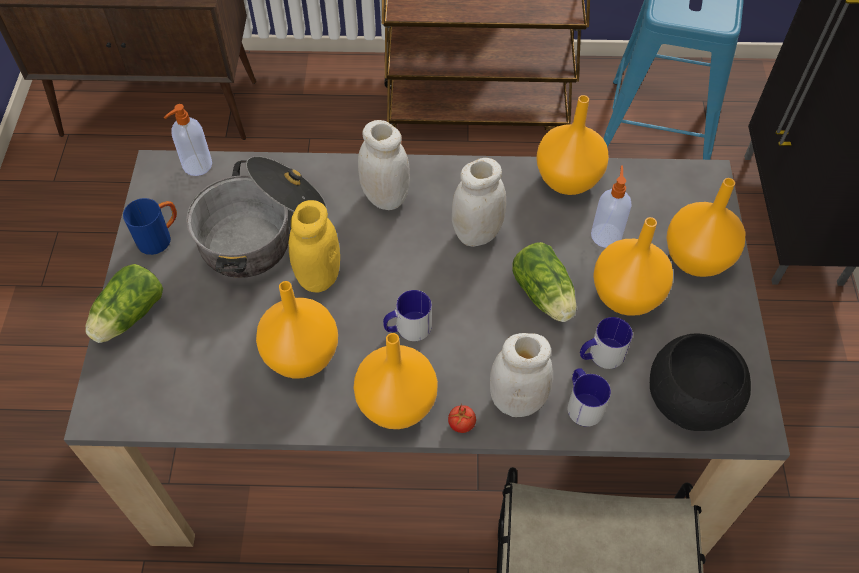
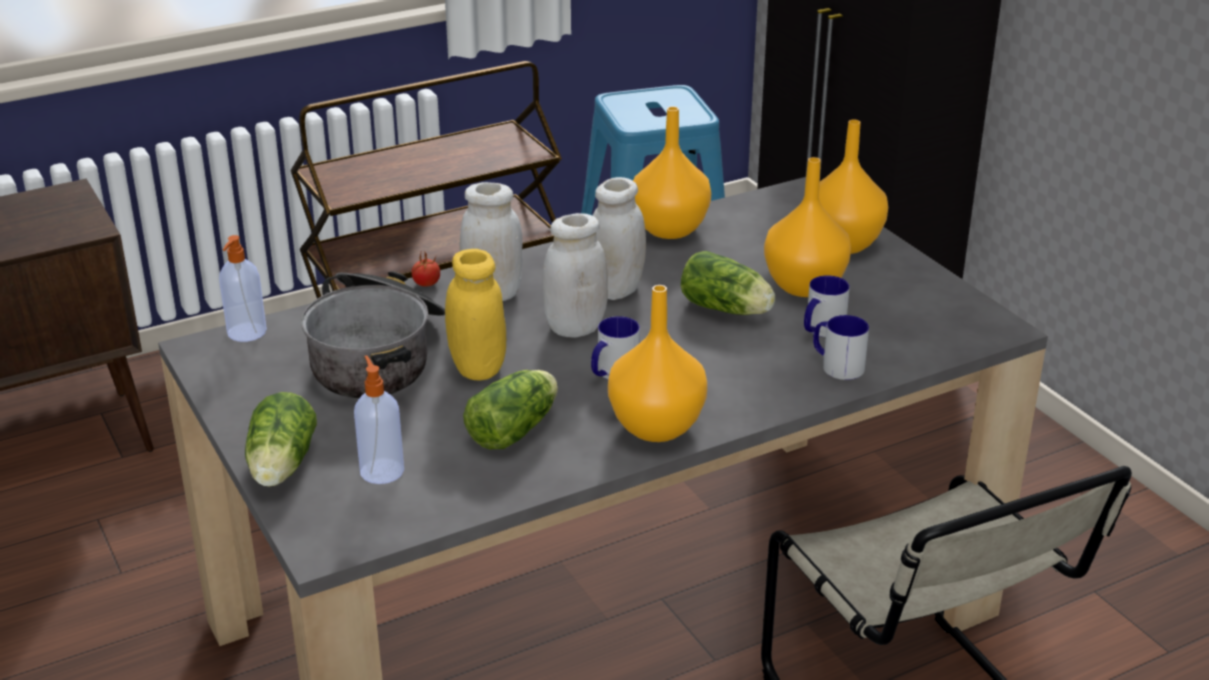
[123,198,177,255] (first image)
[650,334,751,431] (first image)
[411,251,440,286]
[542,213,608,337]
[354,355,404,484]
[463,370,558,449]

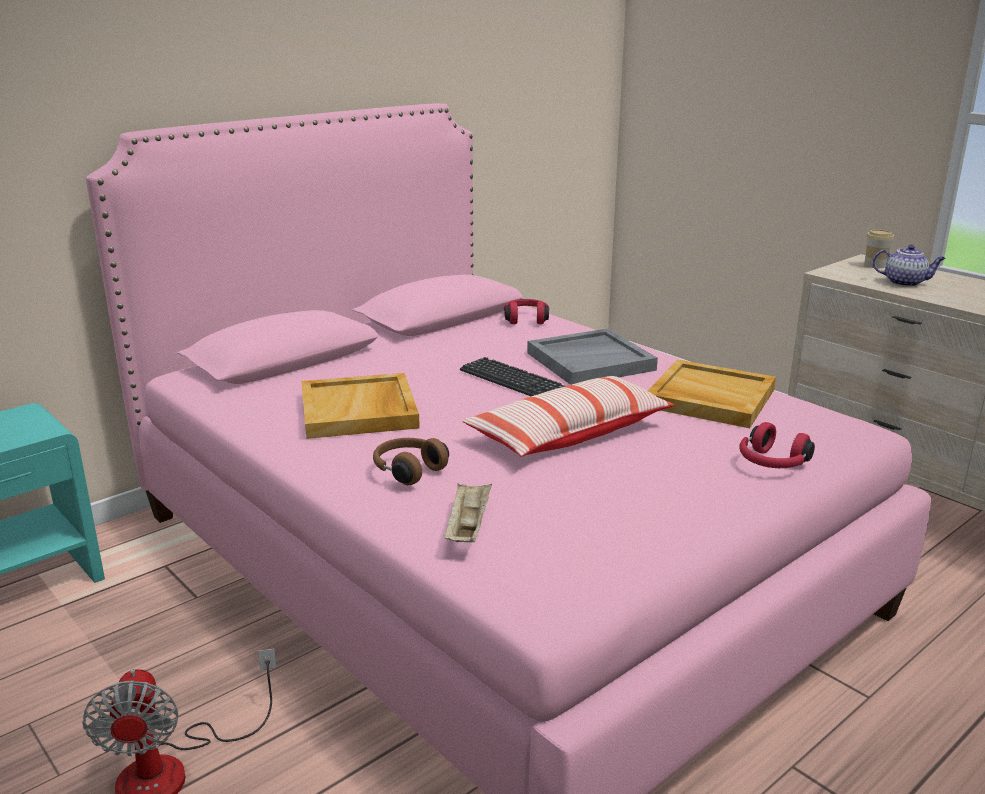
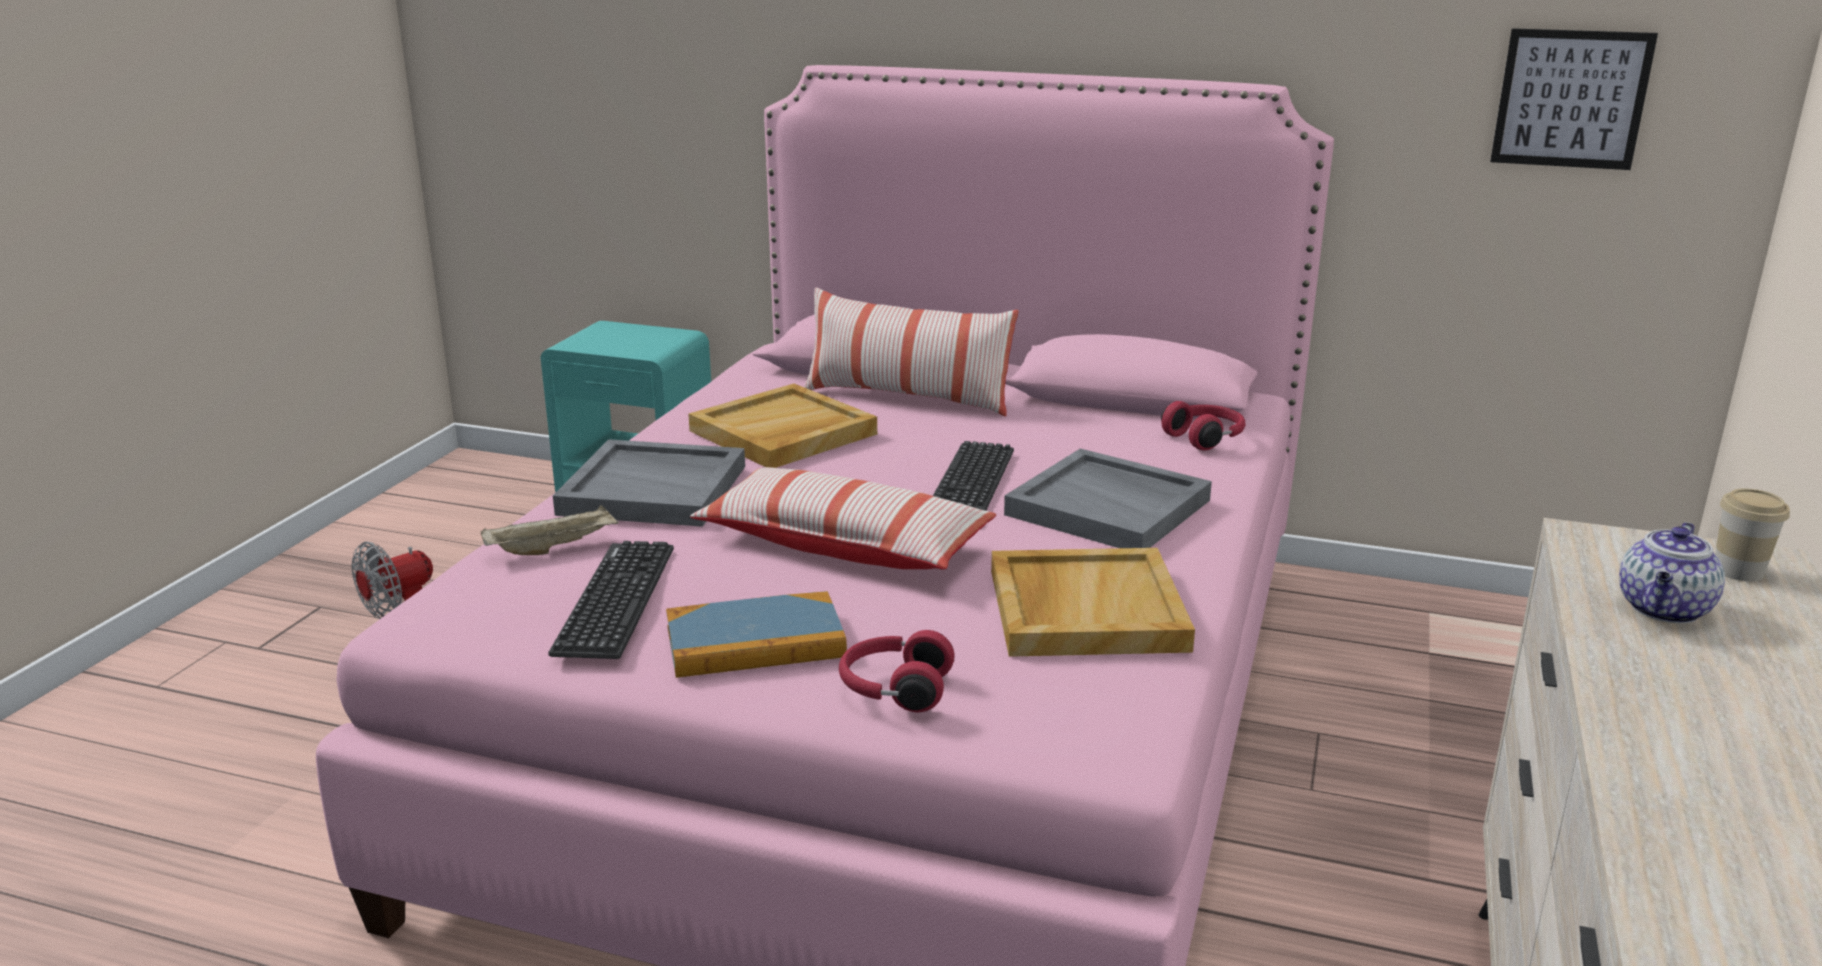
[548,541,674,659]
[666,591,847,678]
[804,287,1019,416]
[1490,28,1658,170]
[553,439,745,527]
[1619,522,1725,623]

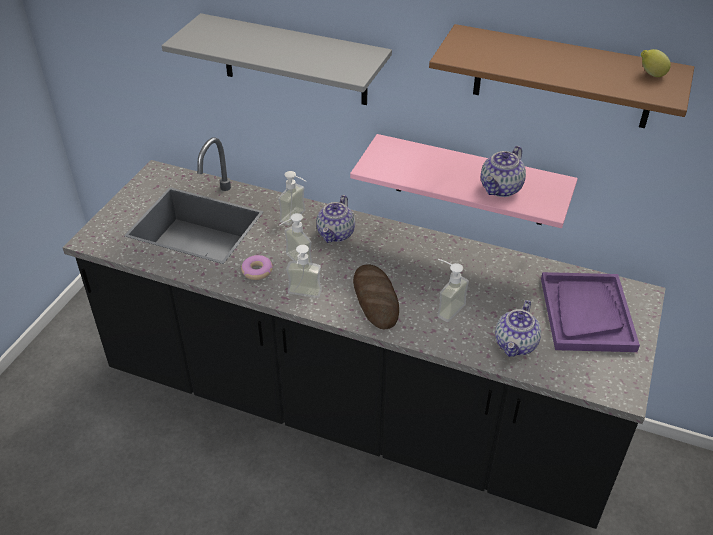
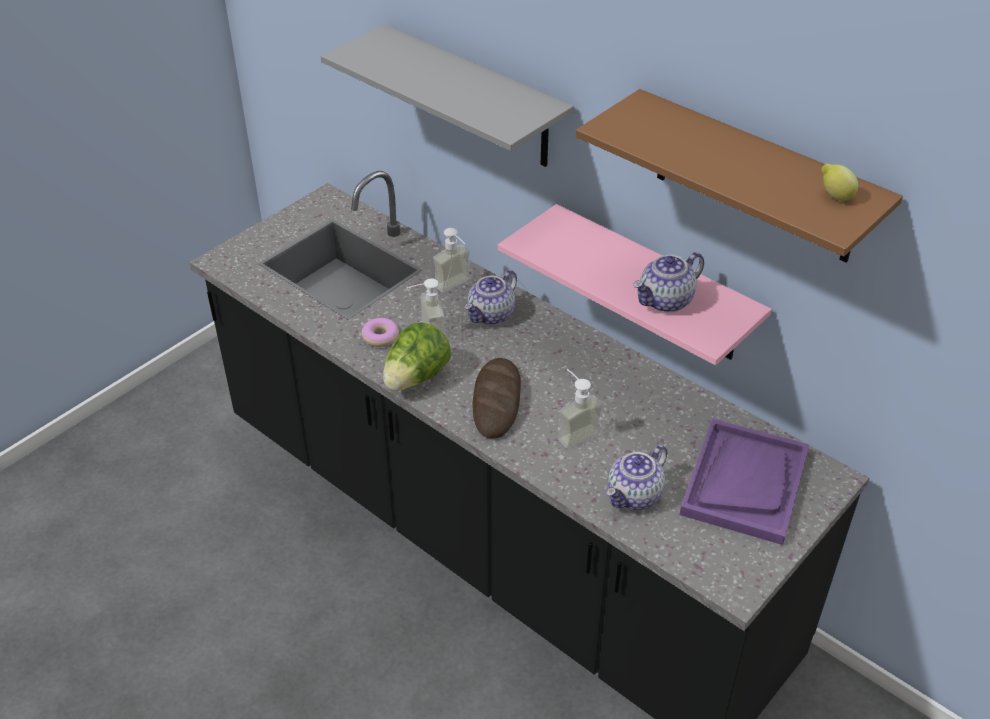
[383,322,451,391]

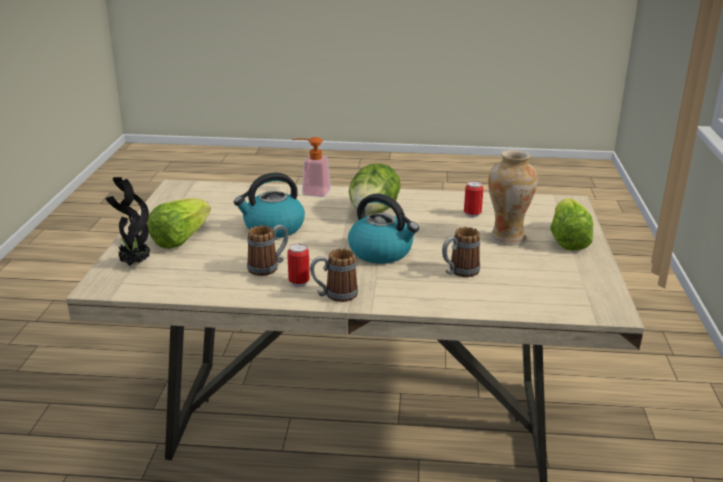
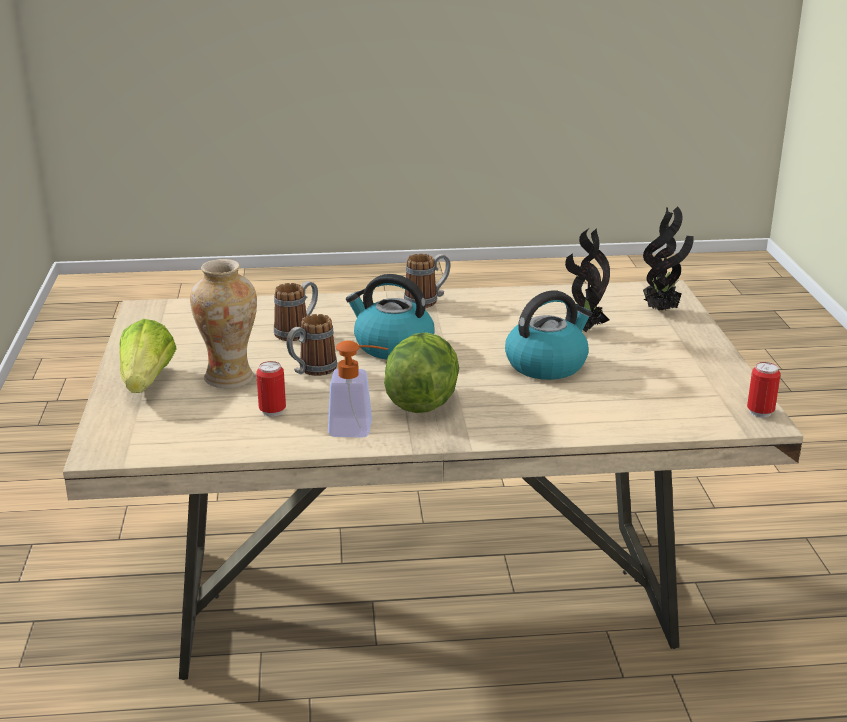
[147,198,211,249] (first image)
[565,228,610,332]
[286,314,337,376]
[747,362,781,418]
[328,340,388,438]

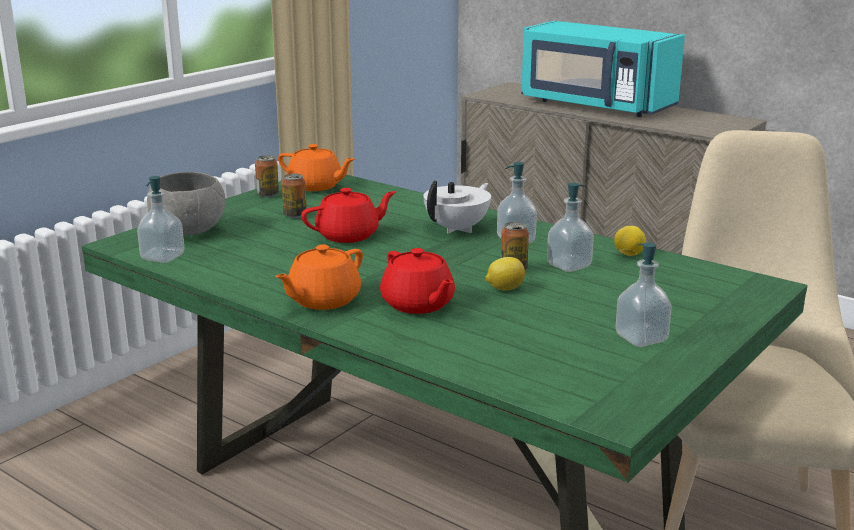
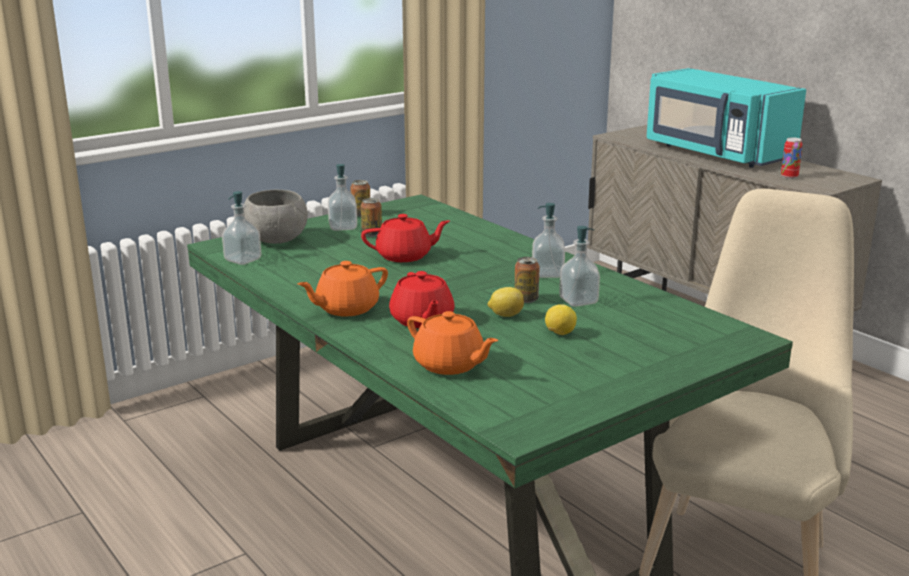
[423,180,491,234] (first image)
[781,137,803,179]
[407,311,498,375]
[545,304,577,335]
[328,164,357,231]

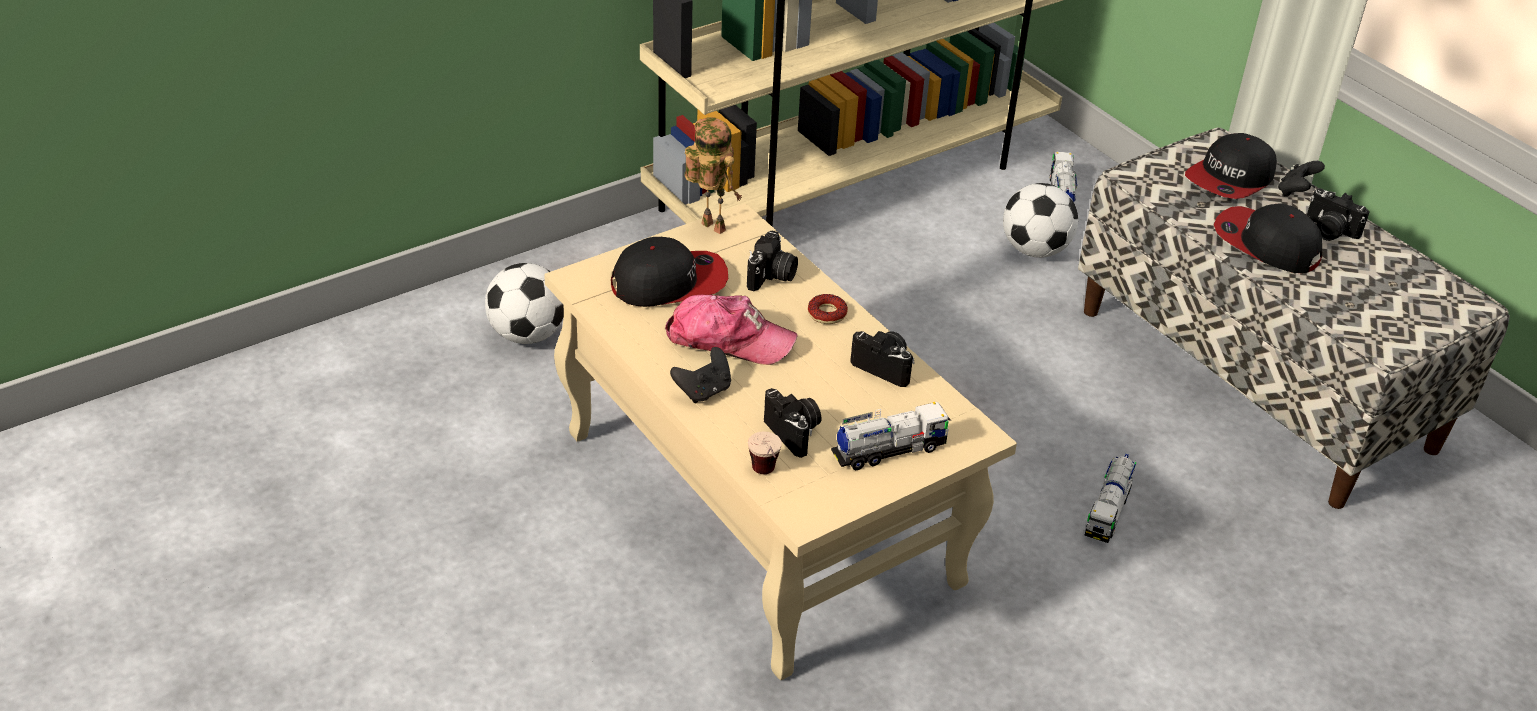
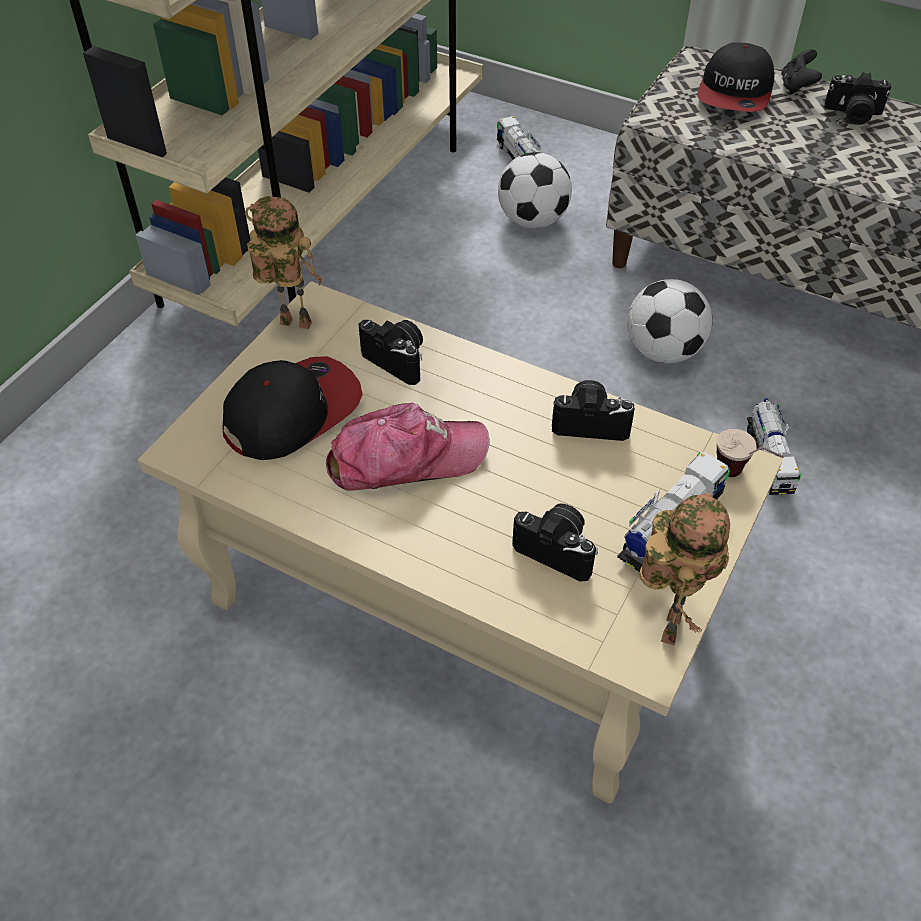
[670,347,731,403] (first image)
[808,294,848,324] (first image)
[1214,203,1322,273] (first image)
[640,493,730,645]
[627,279,713,363]
[717,429,784,477]
[358,320,423,385]

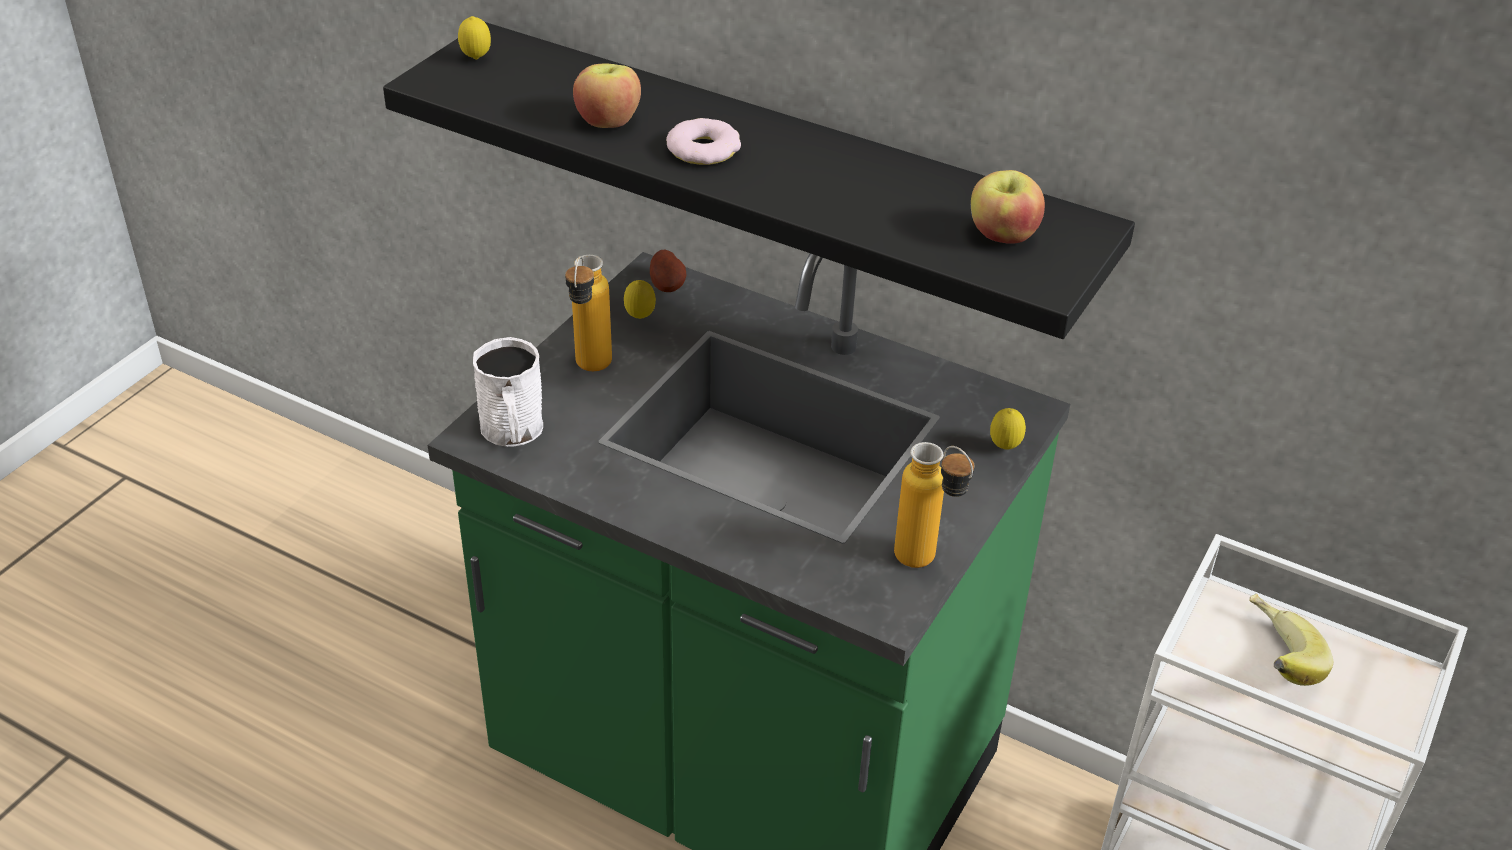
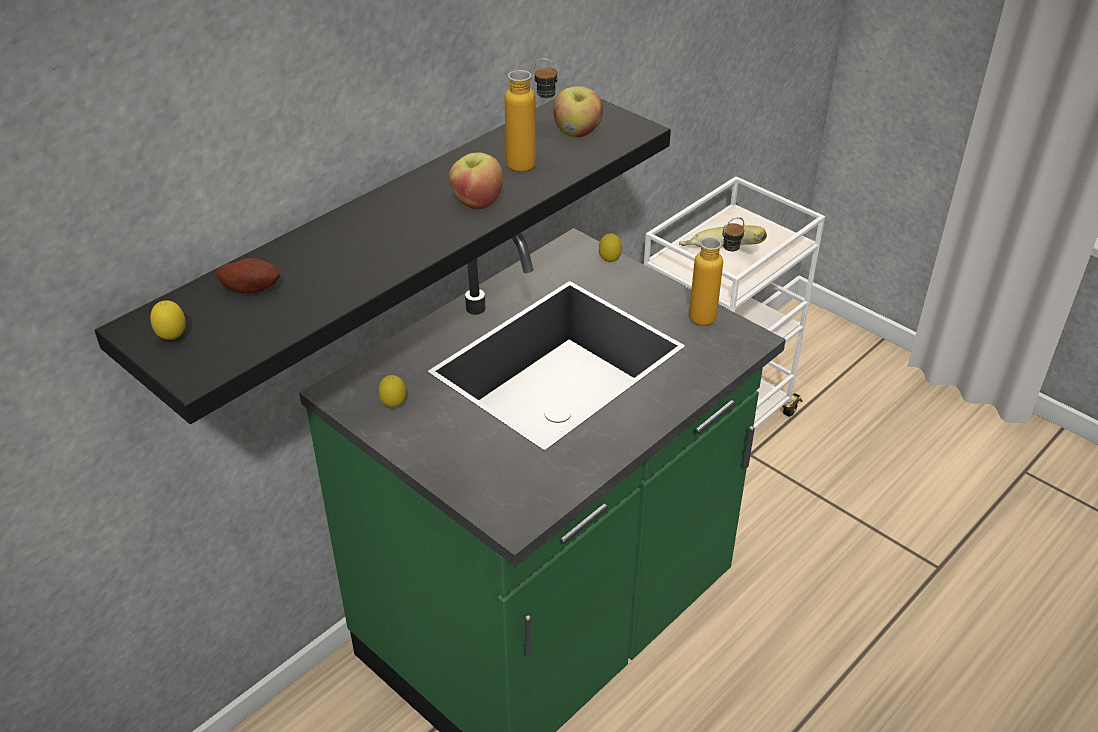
[473,337,543,447] (first image)
[666,118,741,165] (first image)
[505,58,559,172]
[449,152,503,209]
[215,258,280,293]

